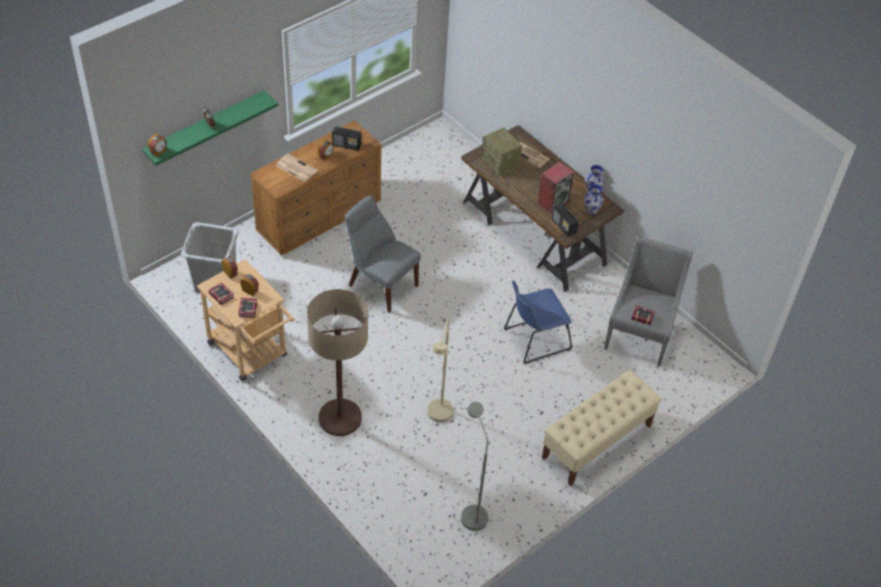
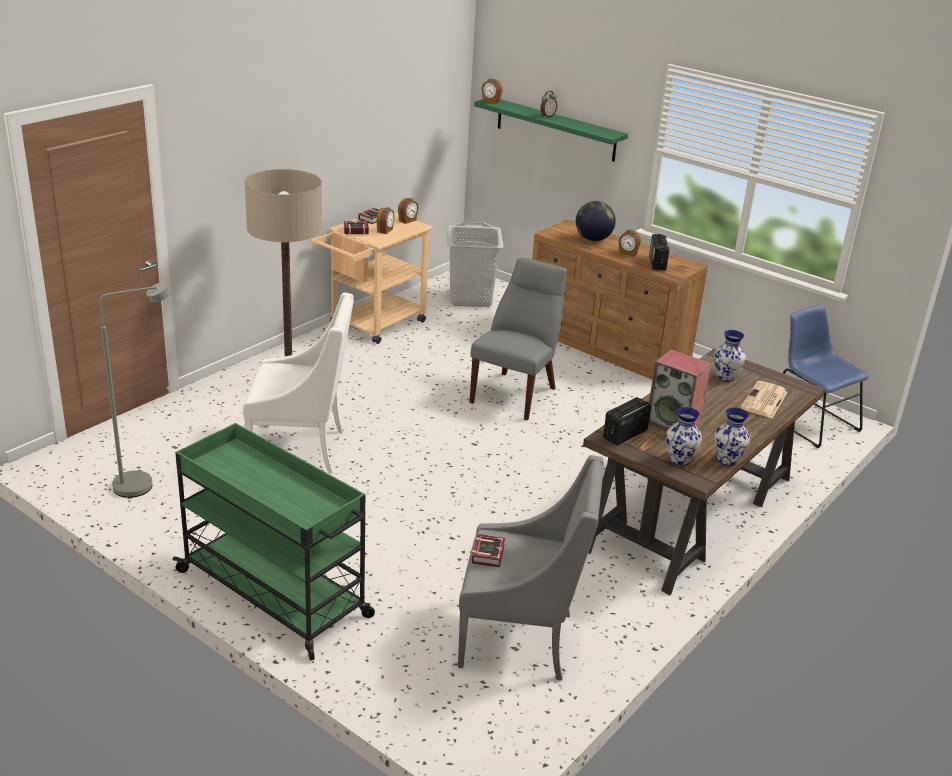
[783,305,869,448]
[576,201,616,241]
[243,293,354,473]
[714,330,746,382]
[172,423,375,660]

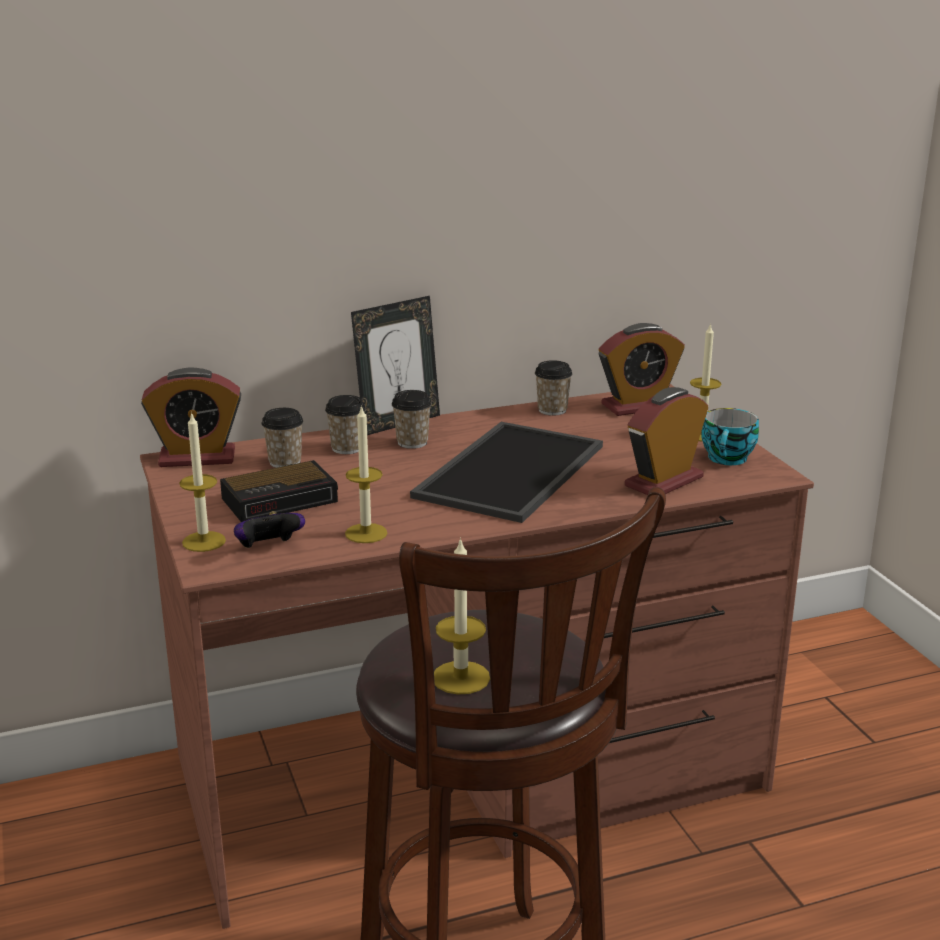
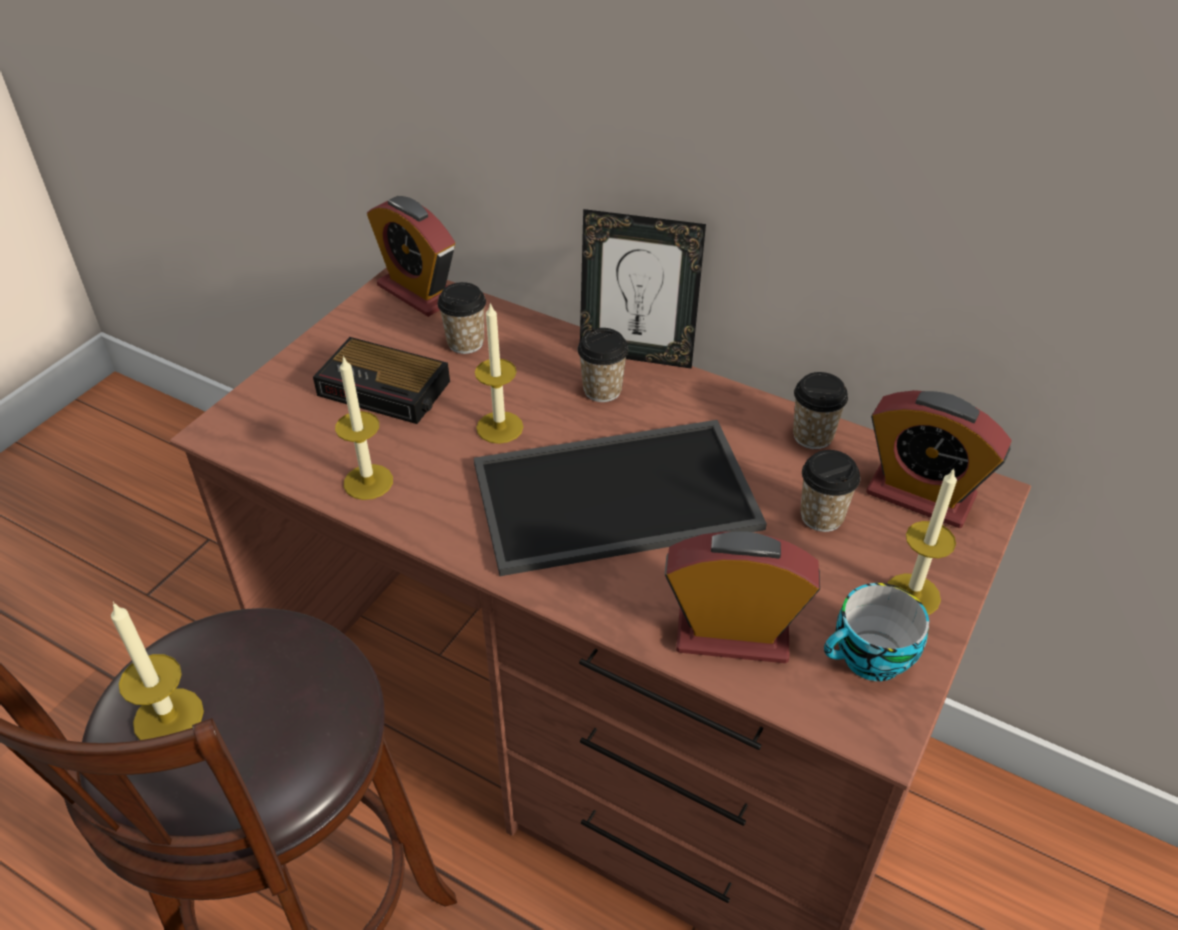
[234,511,305,548] (first image)
[475,302,523,444]
[800,450,860,532]

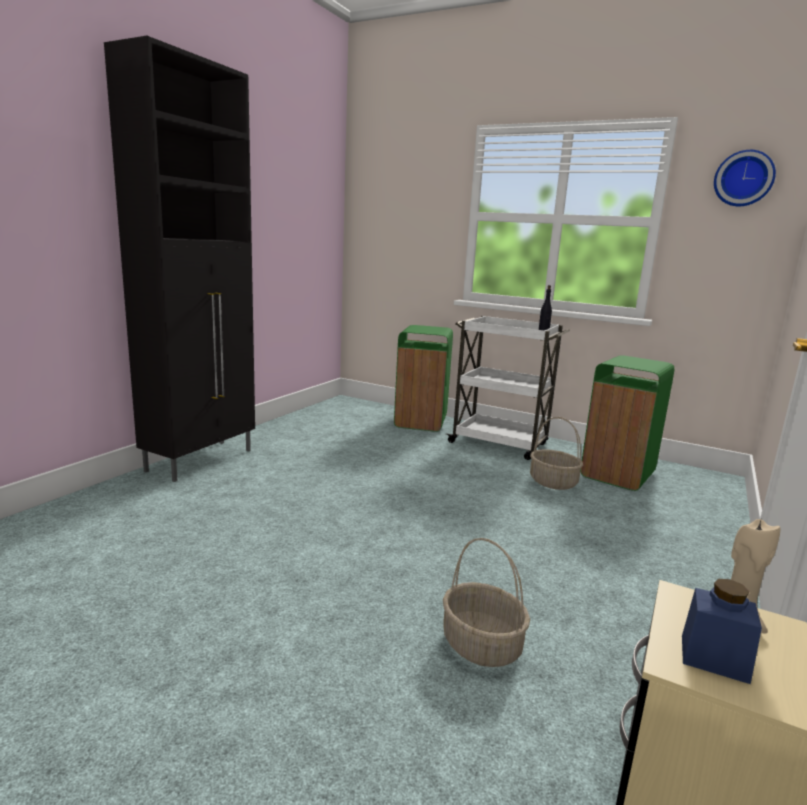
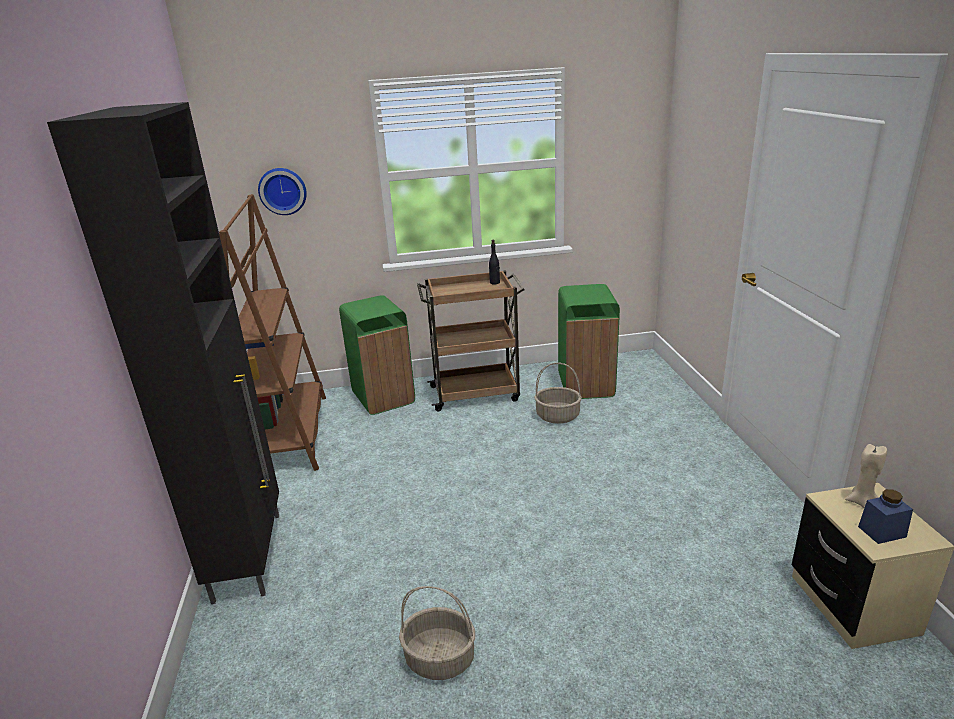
[219,194,326,471]
[399,586,475,680]
[258,168,307,215]
[417,271,525,411]

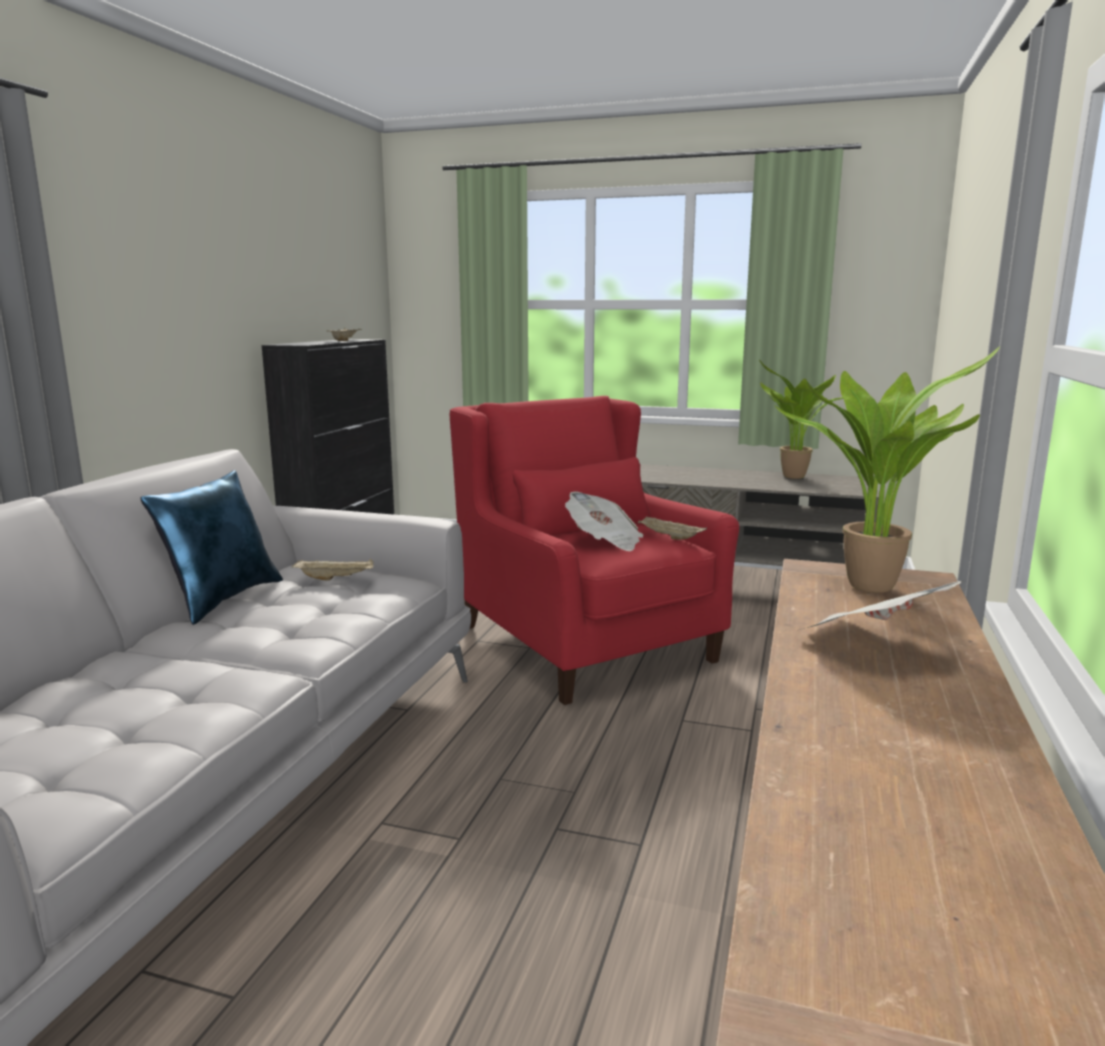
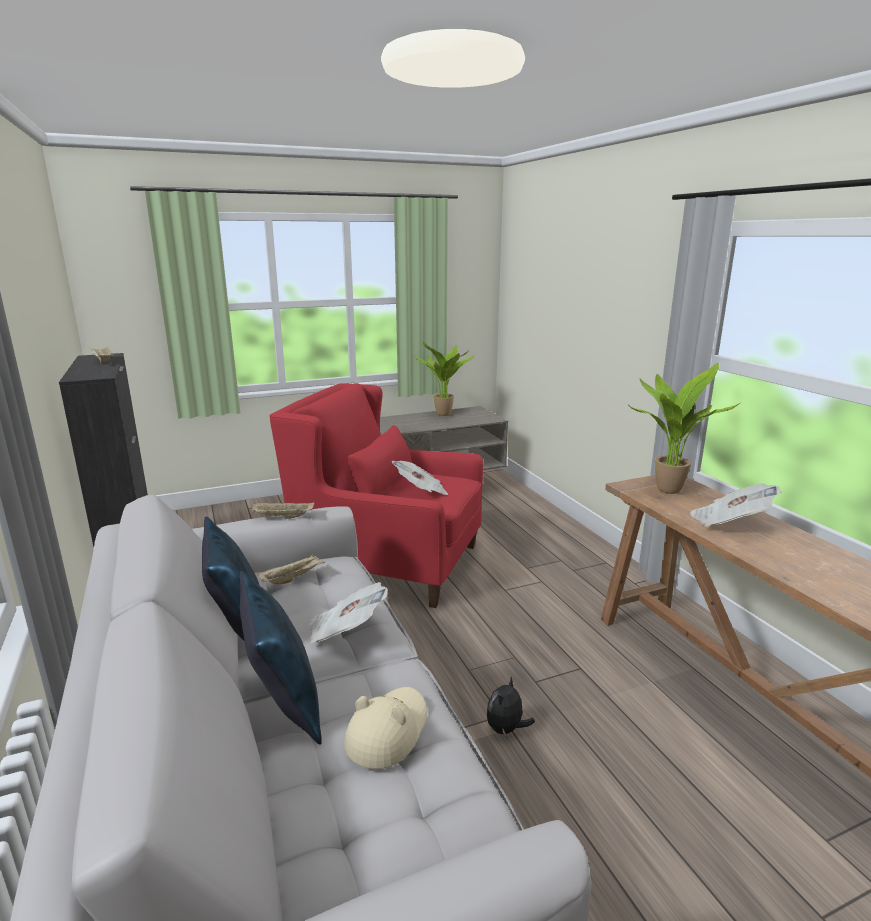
[240,571,322,745]
[310,582,388,644]
[344,687,427,769]
[487,677,535,737]
[252,502,314,519]

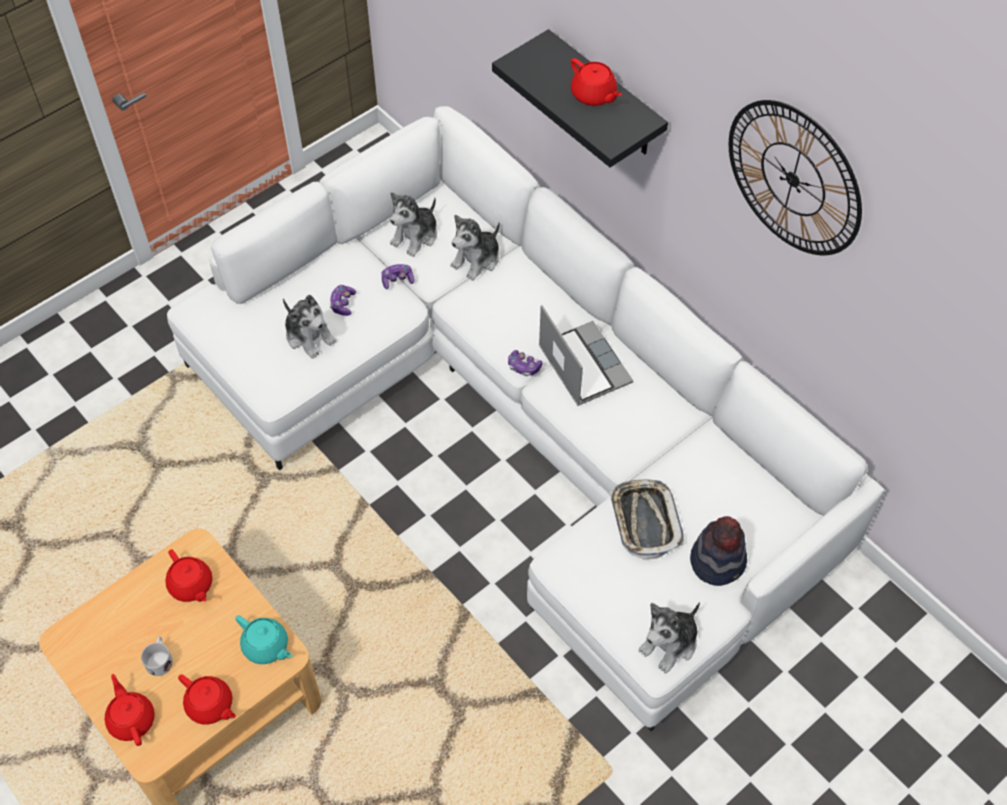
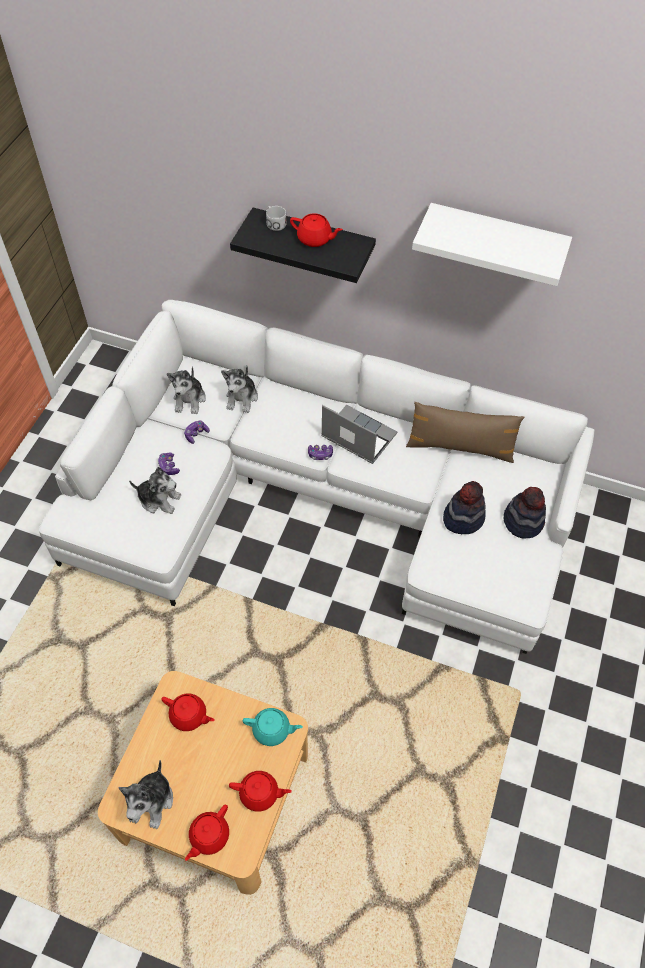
[406,402,524,463]
[266,206,287,231]
[118,760,173,829]
[443,481,486,534]
[412,203,572,286]
[185,804,229,861]

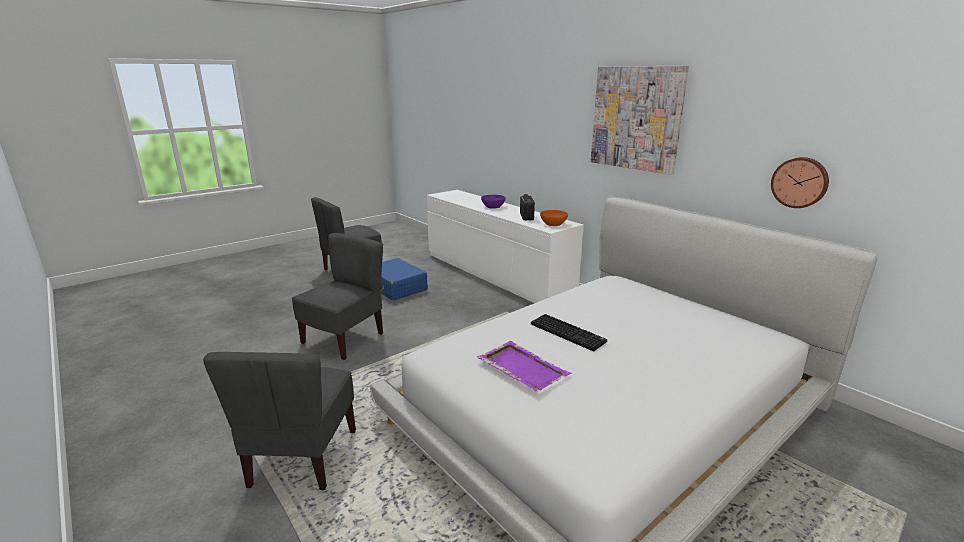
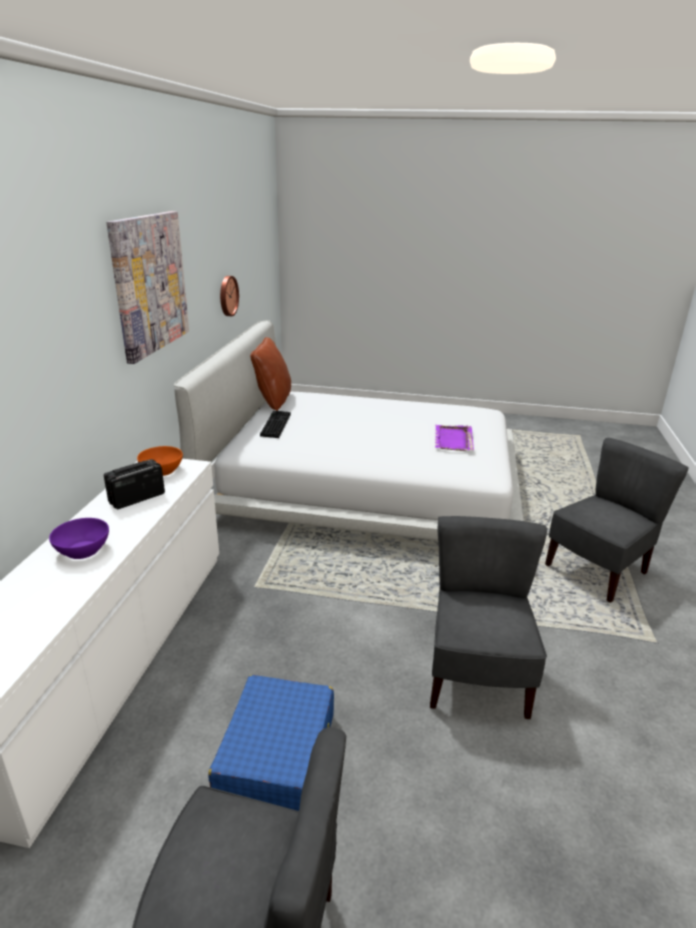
[250,337,291,411]
[260,411,291,438]
[430,516,547,719]

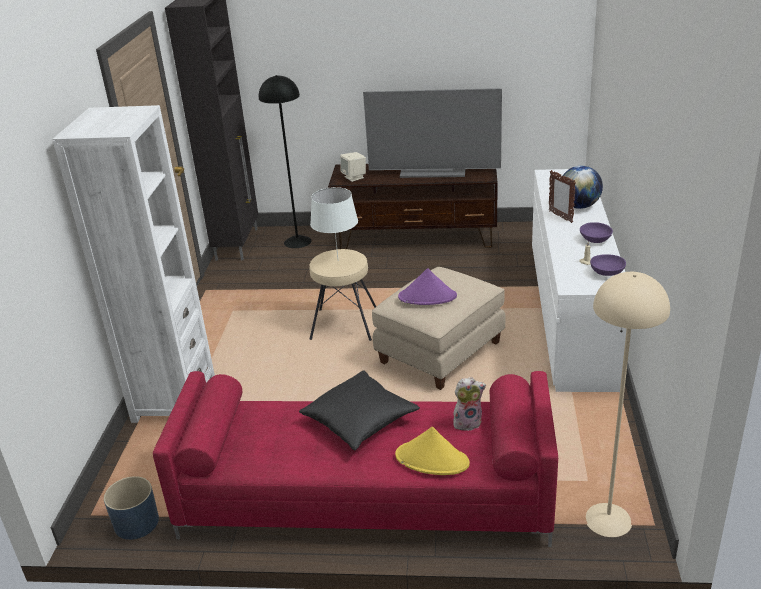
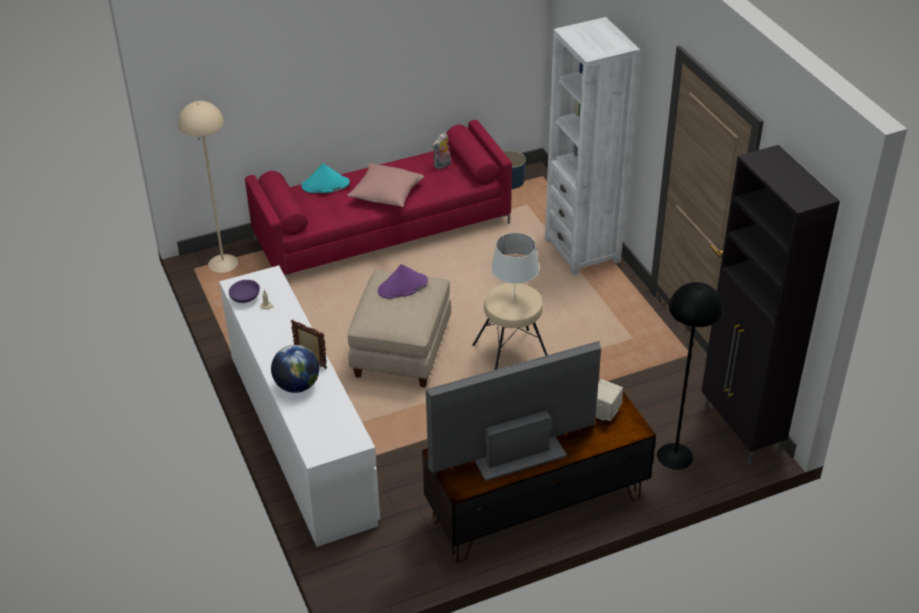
[580,222,613,243] (first image)
[432,133,451,169]
[347,163,425,207]
[301,163,350,193]

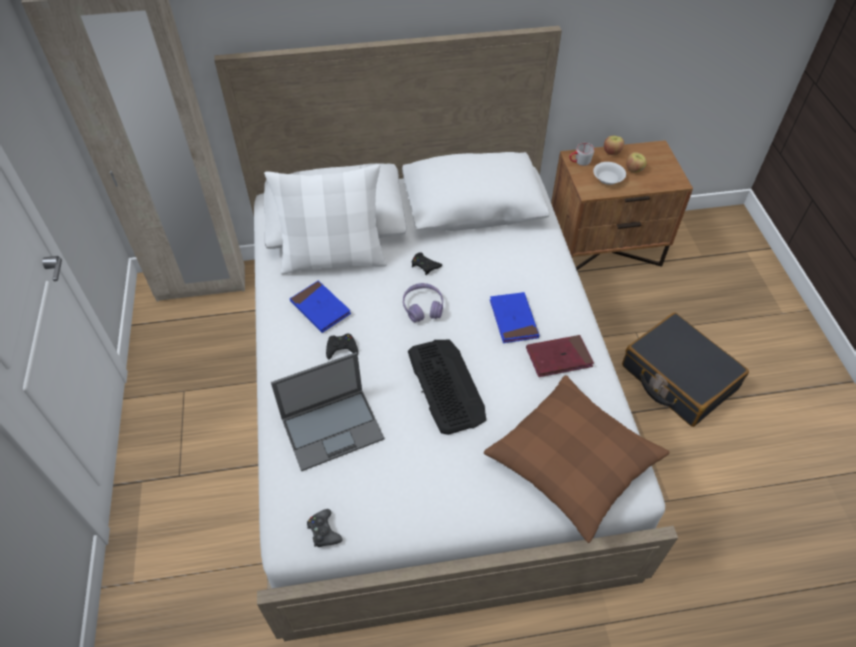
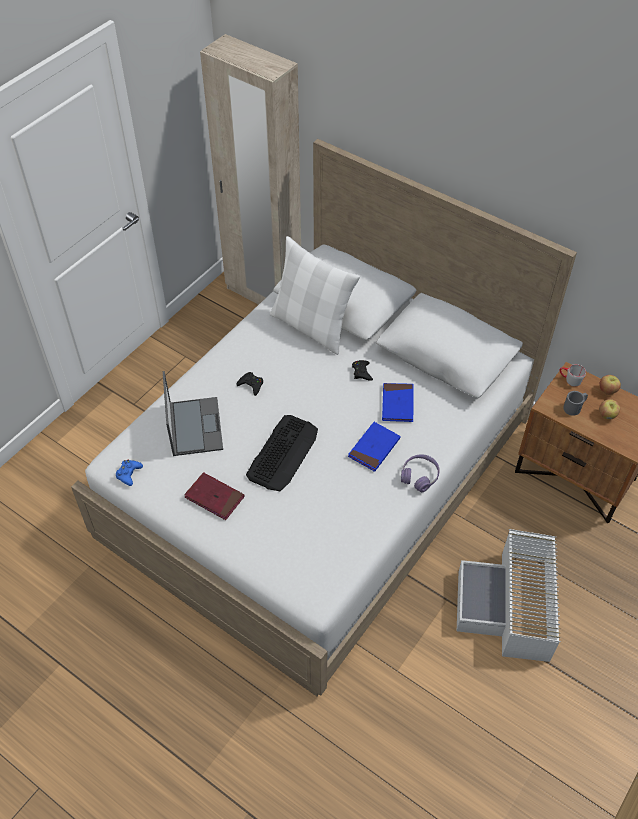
[484,375,670,543] (first image)
[382,383,414,422]
[401,454,440,492]
[184,472,245,520]
[563,391,588,416]
[457,529,561,662]
[116,460,143,486]
[163,371,223,456]

